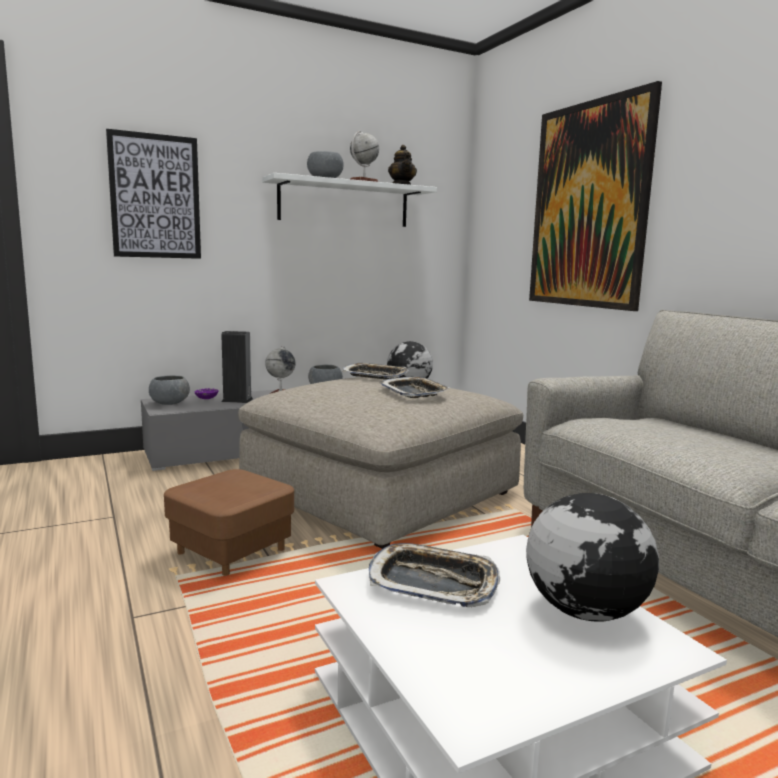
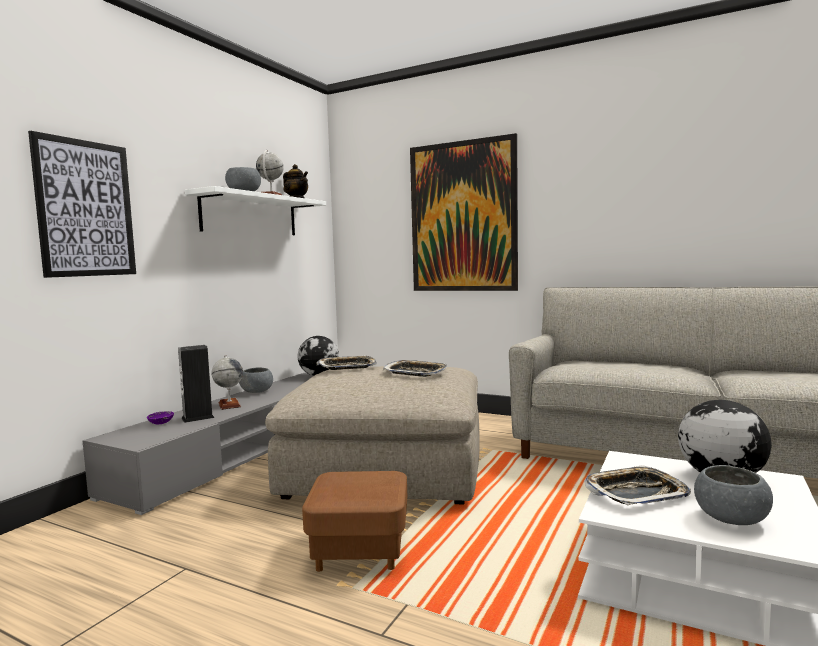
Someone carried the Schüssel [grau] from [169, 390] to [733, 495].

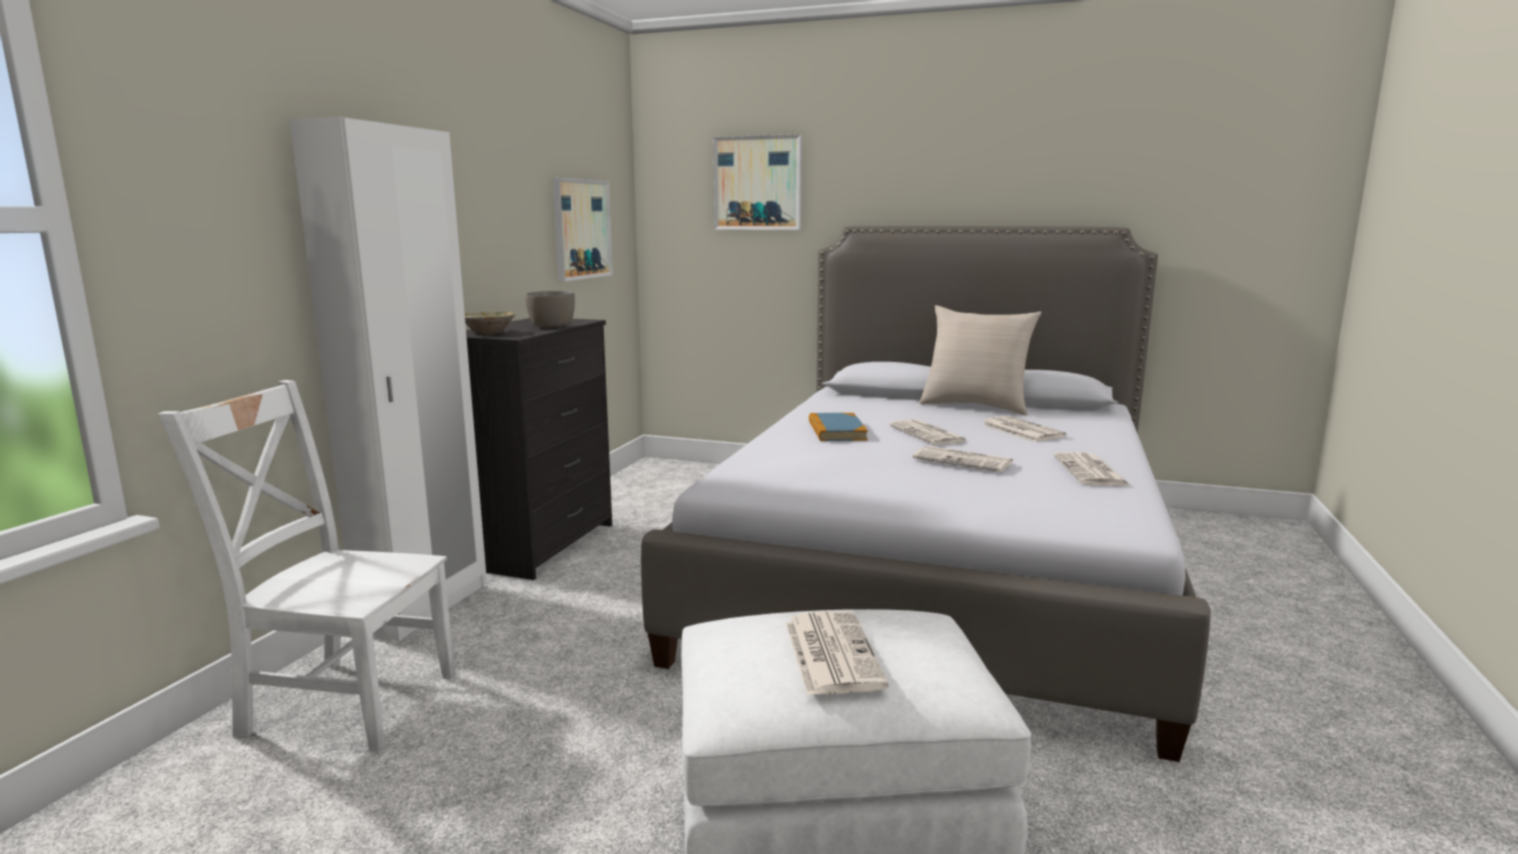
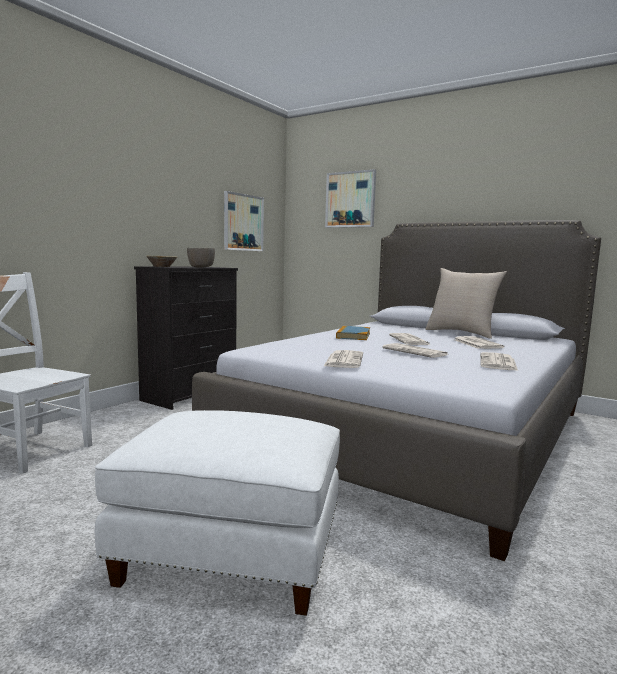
Someone carried the Zeitung from [837, 653] to [343, 359].
Someone took away the Kleiderschrank [weiß] at [388, 379].

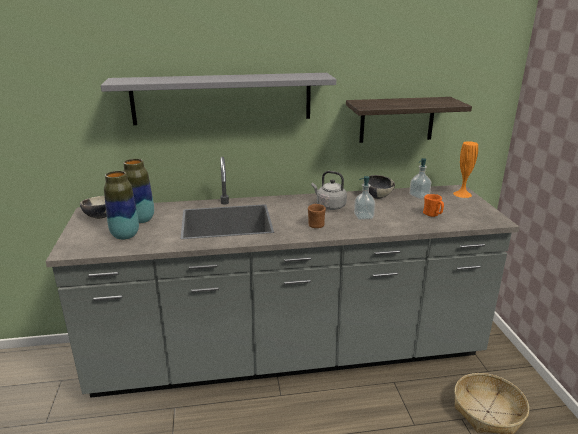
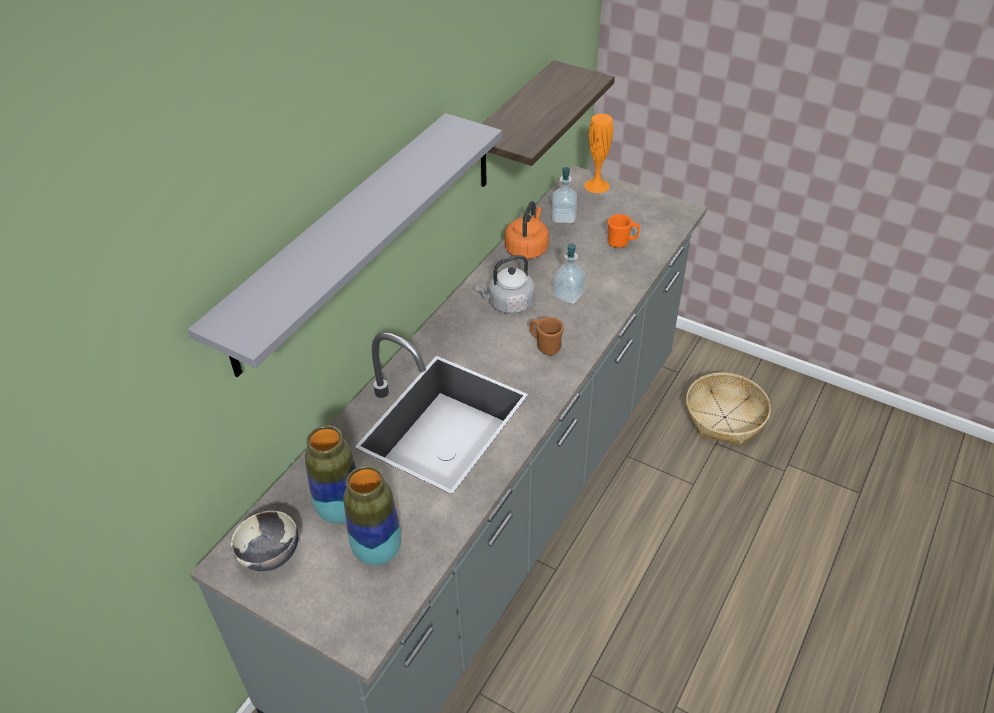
Someone swapped the Schüssel at [379, 187] for the Wasserkessel [orange] at [527, 230].

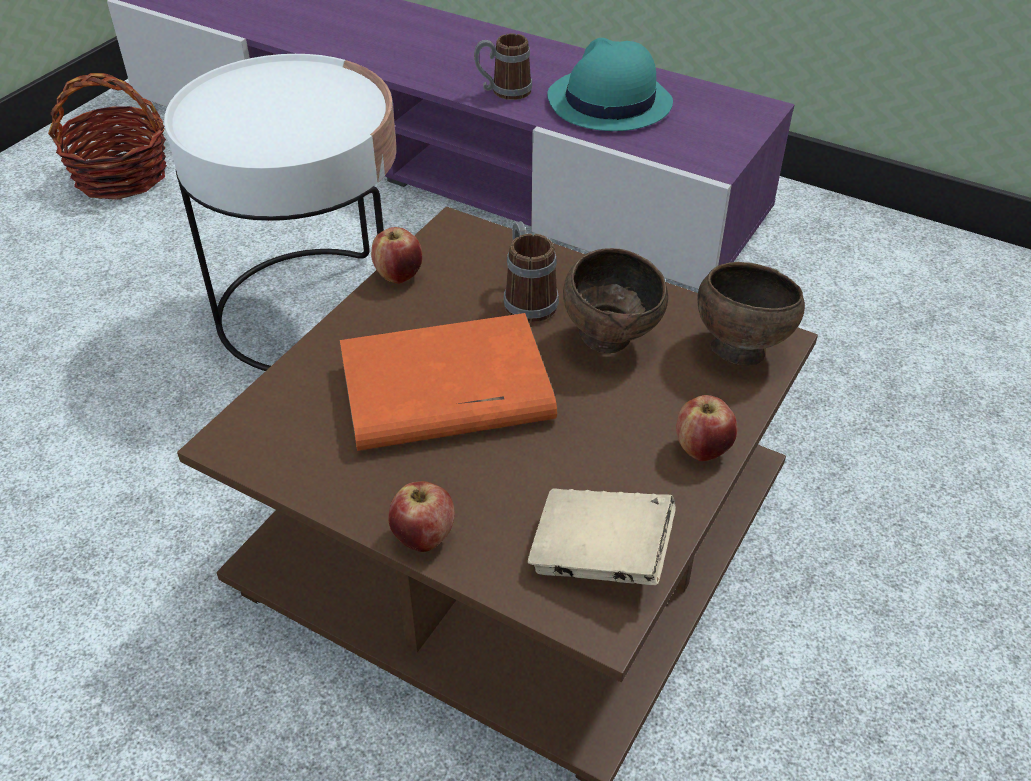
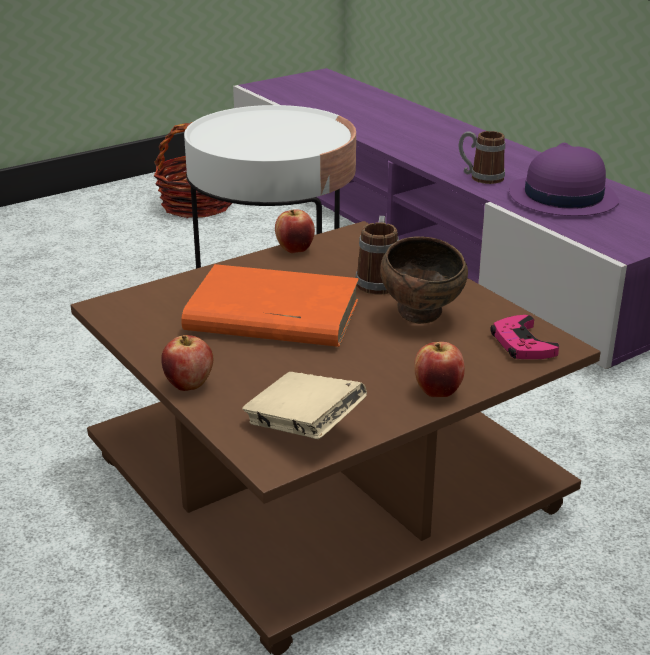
Someone swapped the Schüssel [braun] at [751, 314] for the Gamepad [rosa] at [524, 337].
Someone repainted the Hut [türkis] at [610, 84], which became the Hut [lila] at [564, 179].

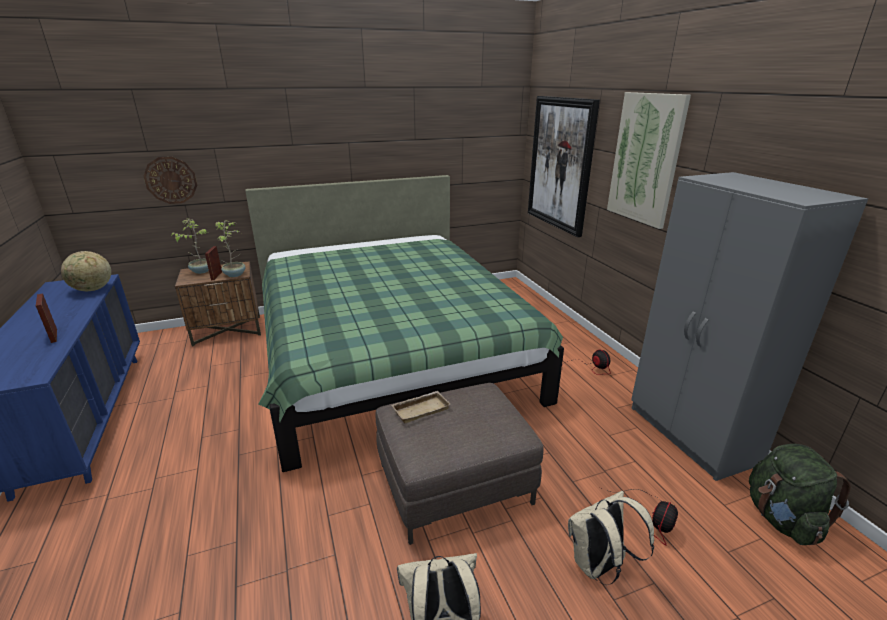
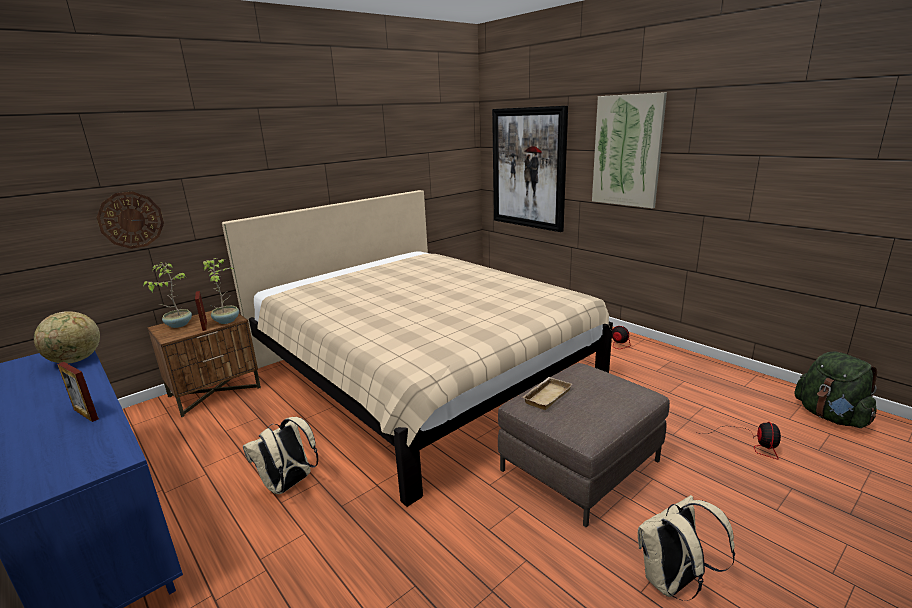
Someone repainted the Bett [grün] at [404, 323], which became the Bett [beige] at [417, 348].
Someone carried the Rucksack [beige] from [611, 538] to [280, 455].
Someone took away the Kleiderschrank [grau] at [749, 326].

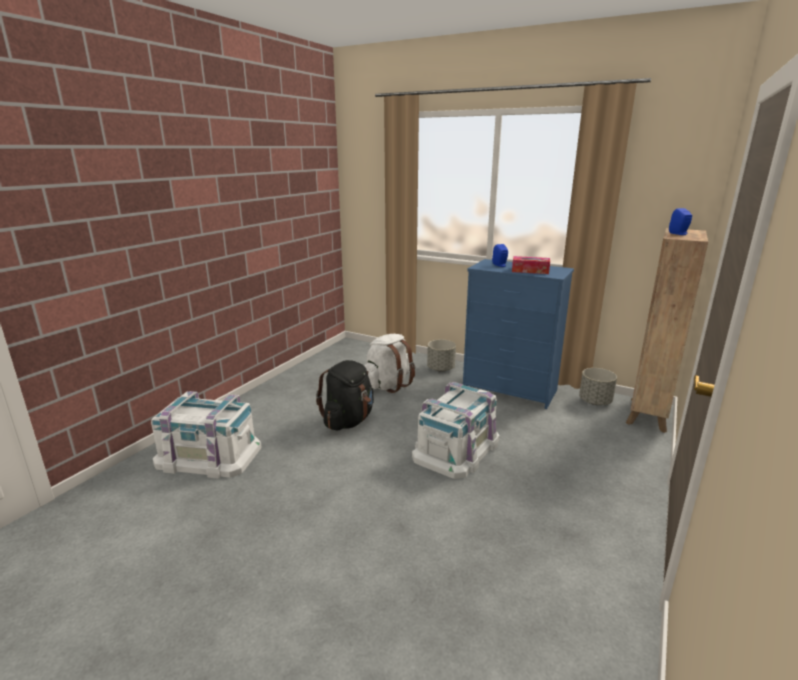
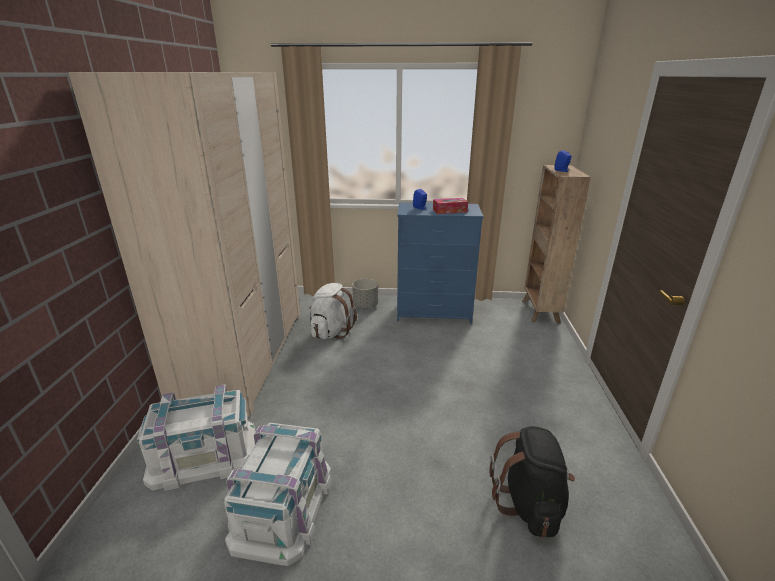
Someone put down the Kleiderschrank [beige] at [184, 244].
Someone carried the Aufbewahrungsbox [weiß] from [456, 430] to [277, 494].
Someone carried the Rucksack [schwarz] from [345, 395] to [532, 482].
Someone took away the Pflanzkübel [grau] at [598, 386].

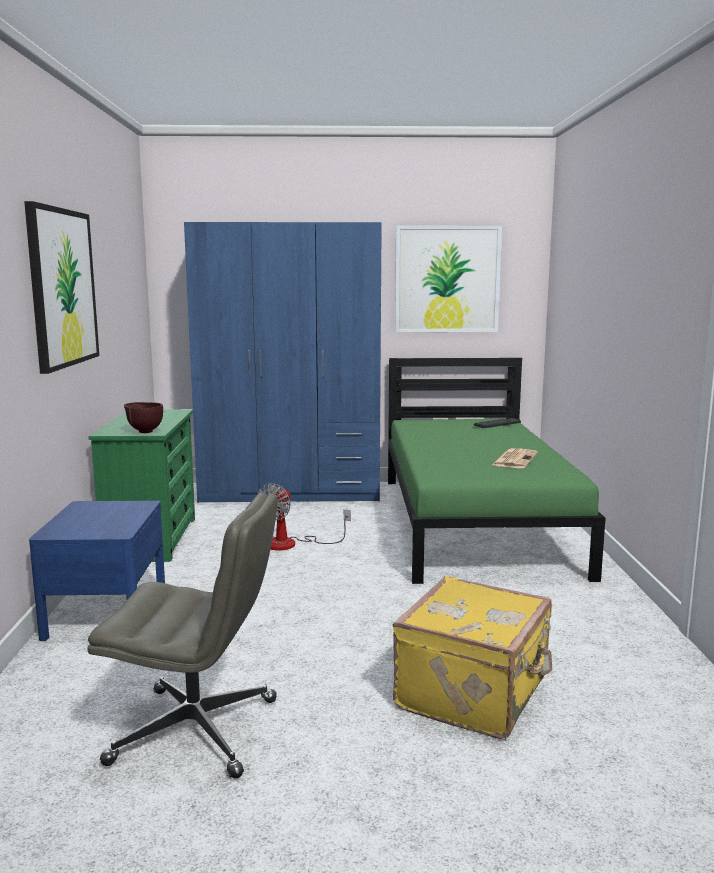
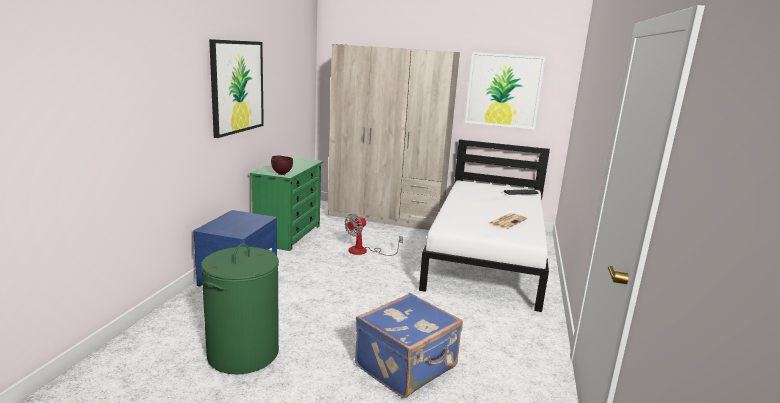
Someone swapped the Bürostuhl [grau] at [182, 635] for the Wäschekorb [grün] at [240, 309].
Someone repainted the Kleiderschrank [blau] at [283, 362], which became the Kleiderschrank [beige] at [394, 137].
Someone repainted the Koffer [gelb] at [472, 657], which became the Koffer [blau] at [409, 345].
Someone repainted the Bett [grün] at [497, 471], which became the Bett [weiß] at [484, 225].

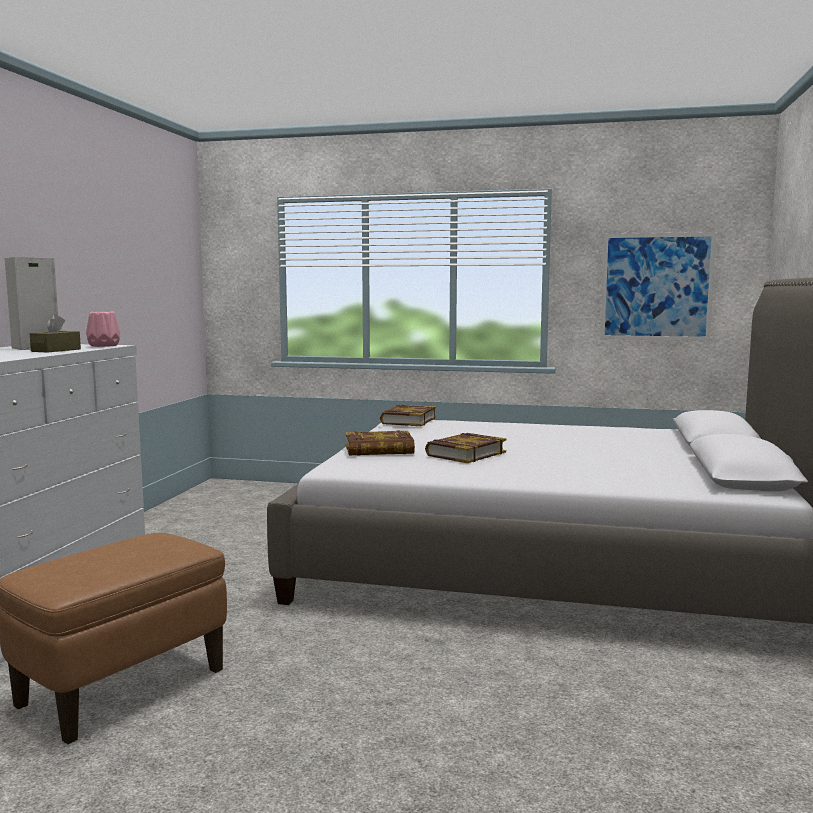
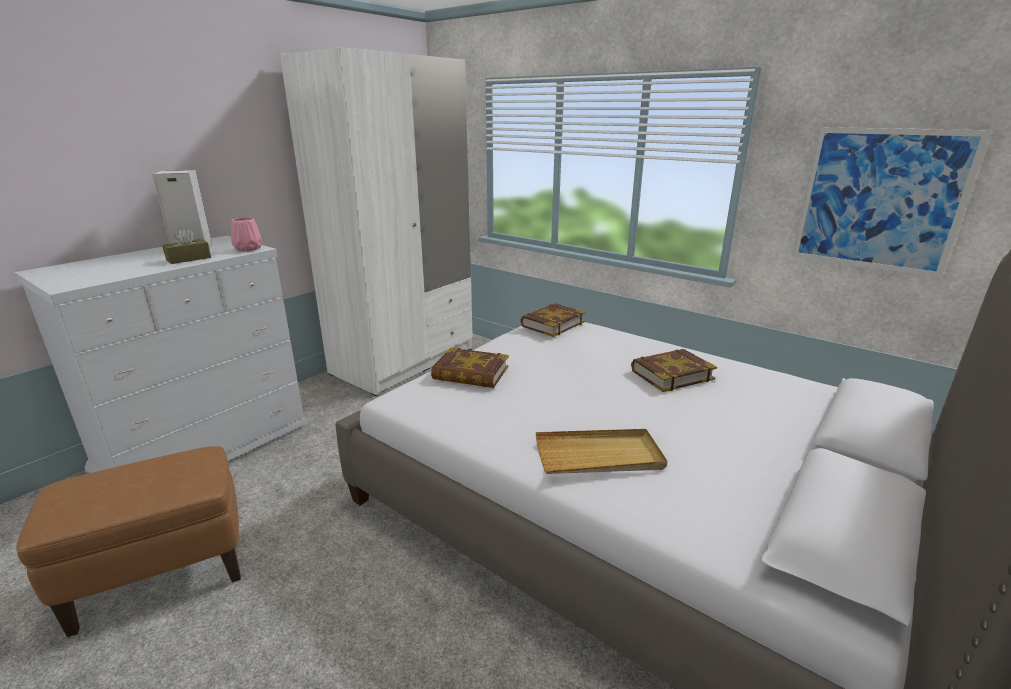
Someone put down the Kleiderschrank [weiß] at [376, 221].
Someone put down the Tablett [beige] at [601, 451].
Someone carried the Buch from [466, 448] to [674, 370].

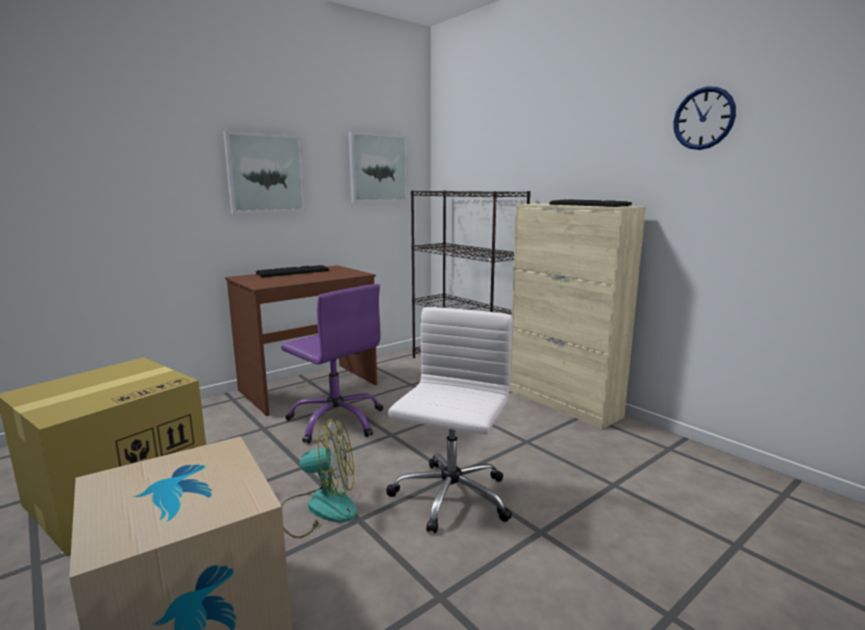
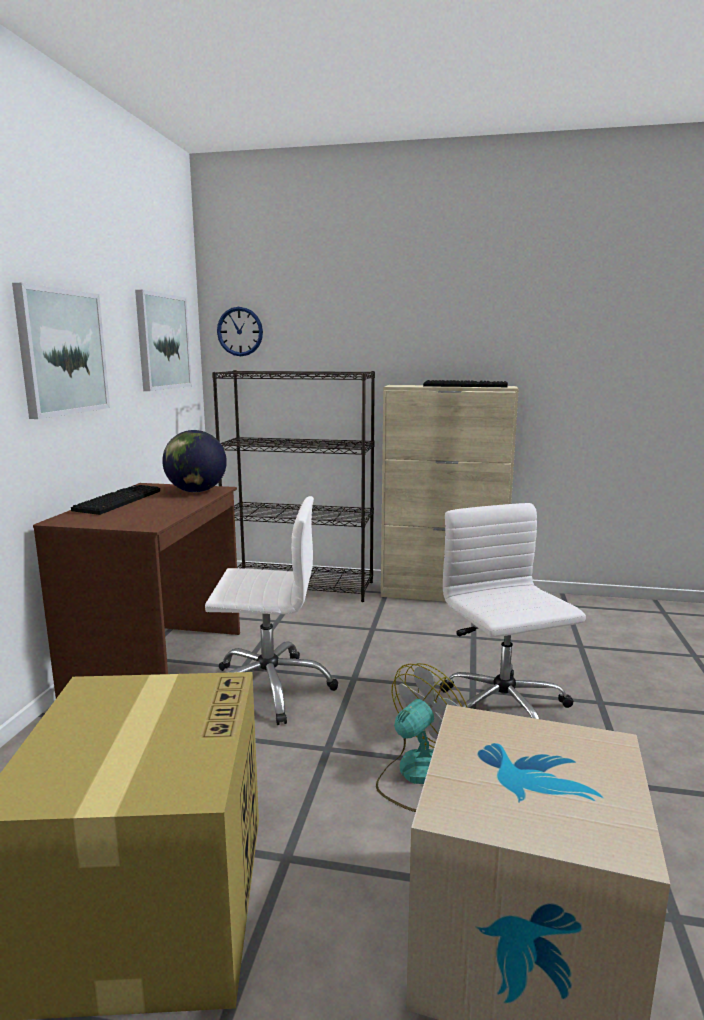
Someone put down the Globus at [194, 461].
Someone repainted the Bürostuhl [lila] at [332, 364], which became the Bürostuhl [weiß] at [271, 610].
Someone carried the Wanduhr from [704, 118] to [240, 331].

